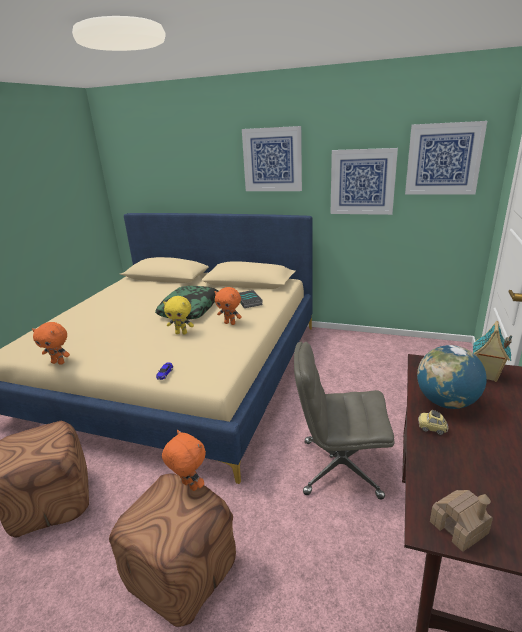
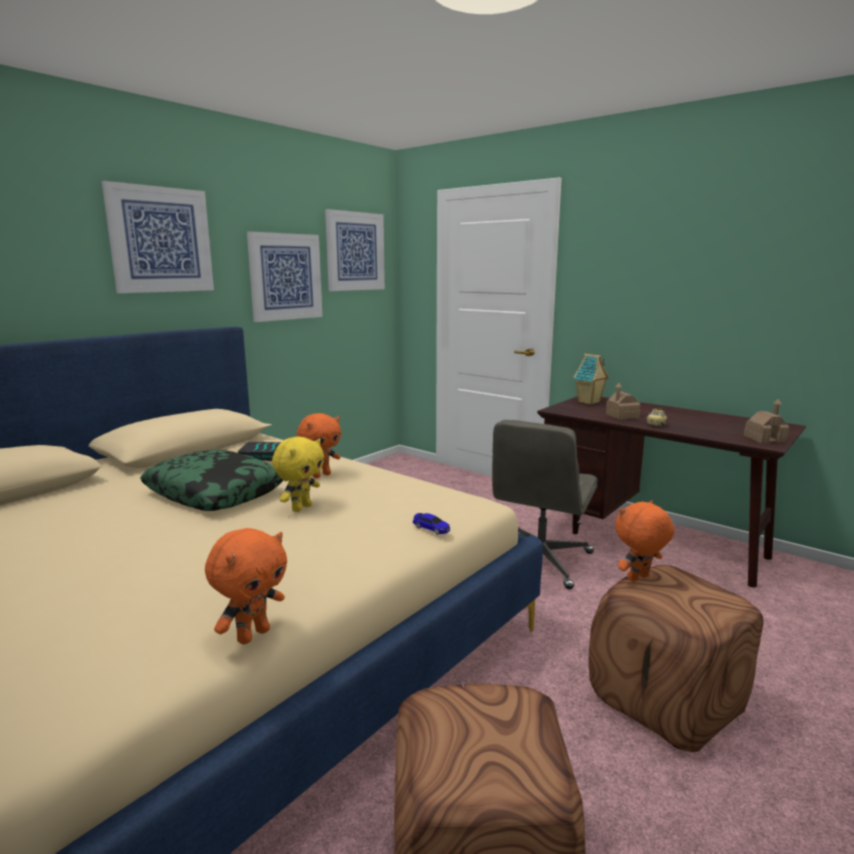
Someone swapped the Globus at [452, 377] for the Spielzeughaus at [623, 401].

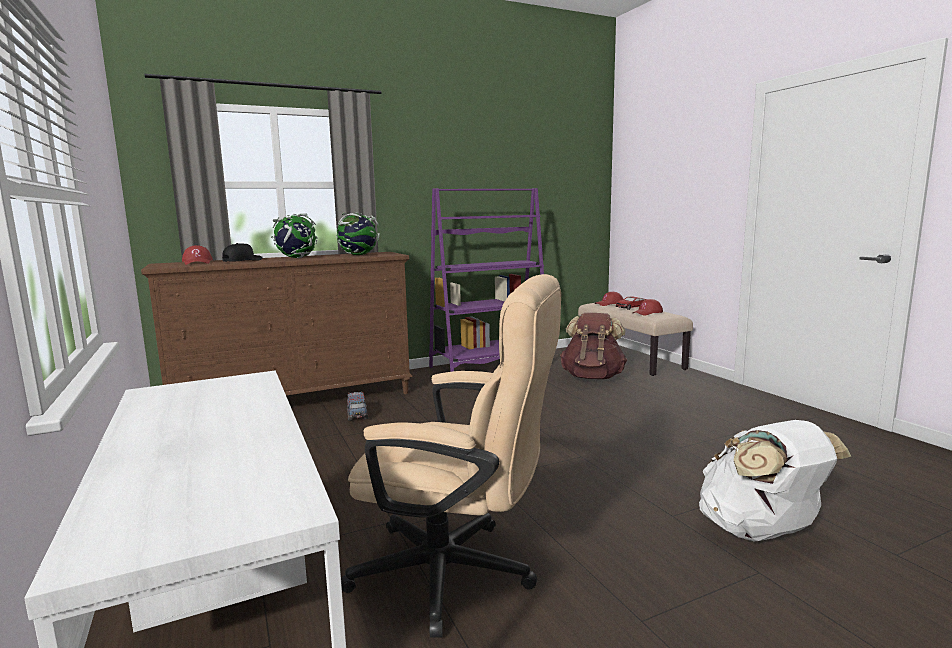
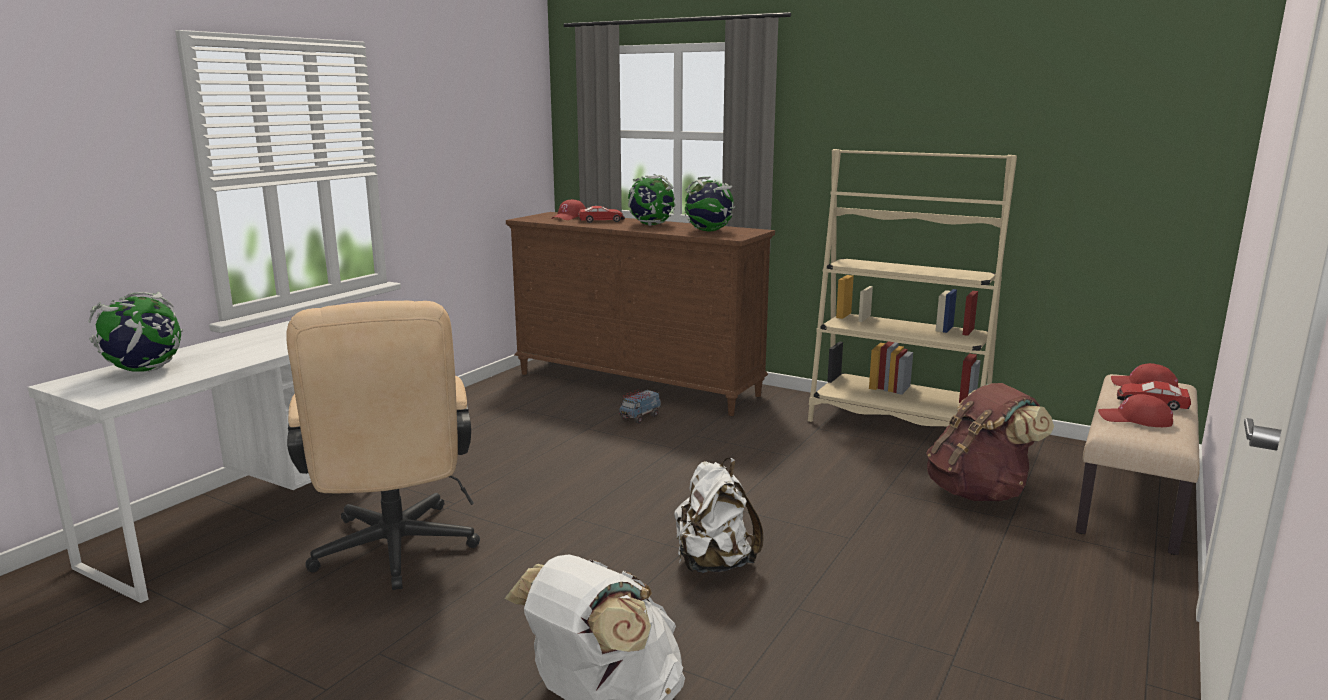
Someone put down the Globus at [135, 332].
Someone swapped the Kappe [schwarz] at [242, 252] for the Spielzeugauto at [601, 214].
Someone put down the Rucksack [weiß] at [718, 515].
Someone repainted the Bücherregal [lila] at [486, 280], which became the Bücherregal [beige] at [912, 287].

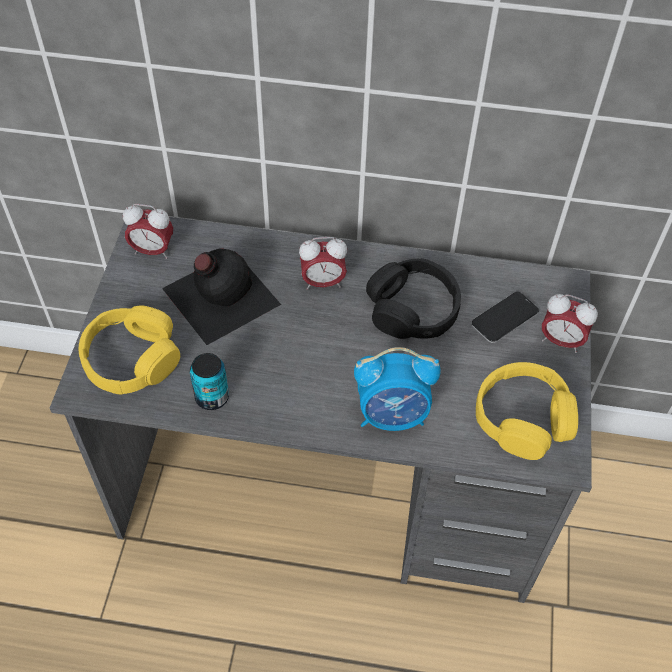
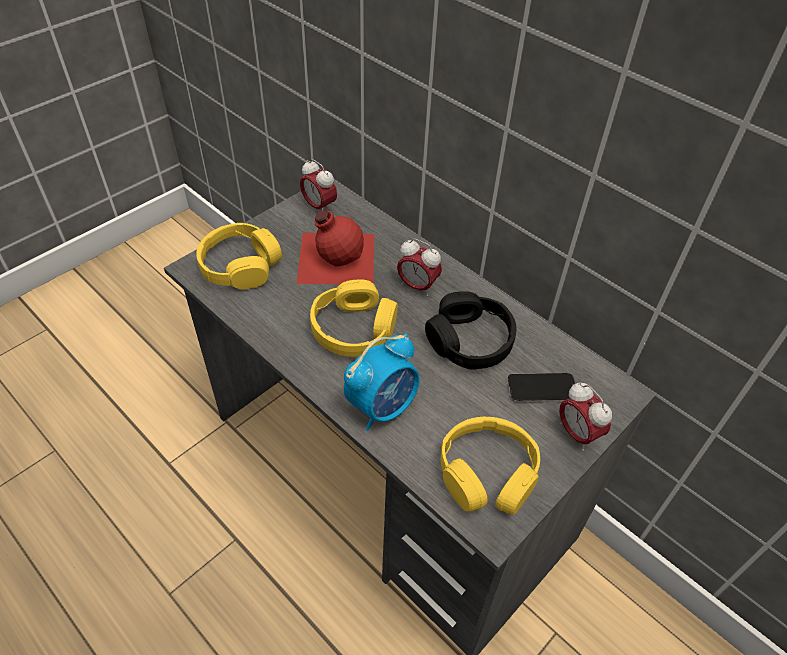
Someone repainted the Flasche [schwarz] at [221, 297], which became the Flasche [rot] at [335, 247].
Someone put down the Kopfhörer [gelb] at [354, 318].
Someone rotated the Wecker at [397, 389] by 75 degrees counterclockwise.
Someone took away the Dose at [209, 381].

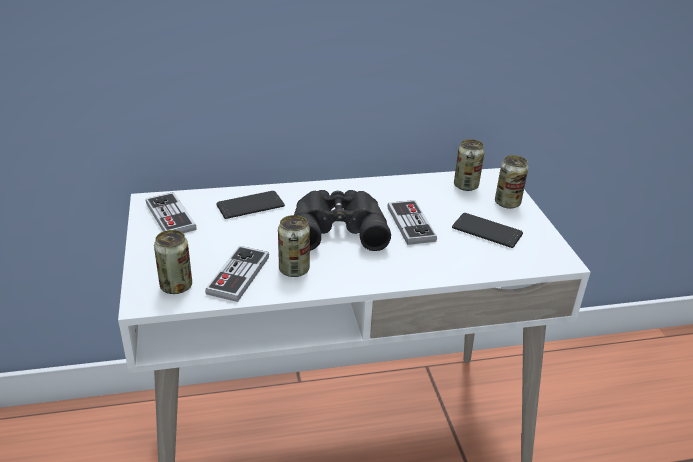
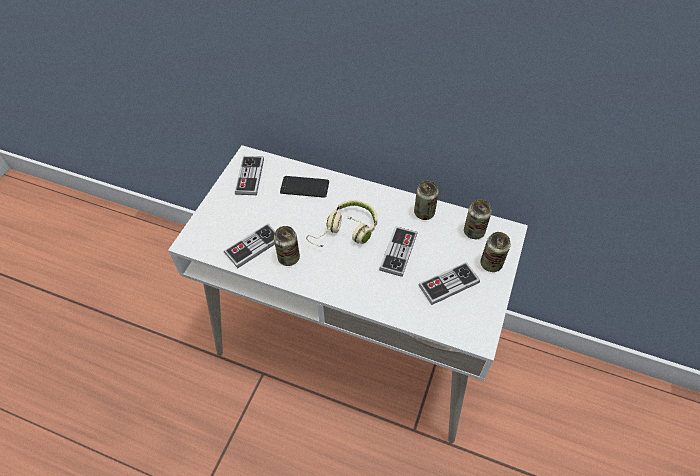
Someone swapped the Fernglas [schwarz] at [342, 220] for the Kopfhörer [beige] at [341, 223].
Someone carried the Dose from [173, 262] to [426, 200].
Someone swapped the Handy at [487, 230] for the Gamepad at [449, 283].

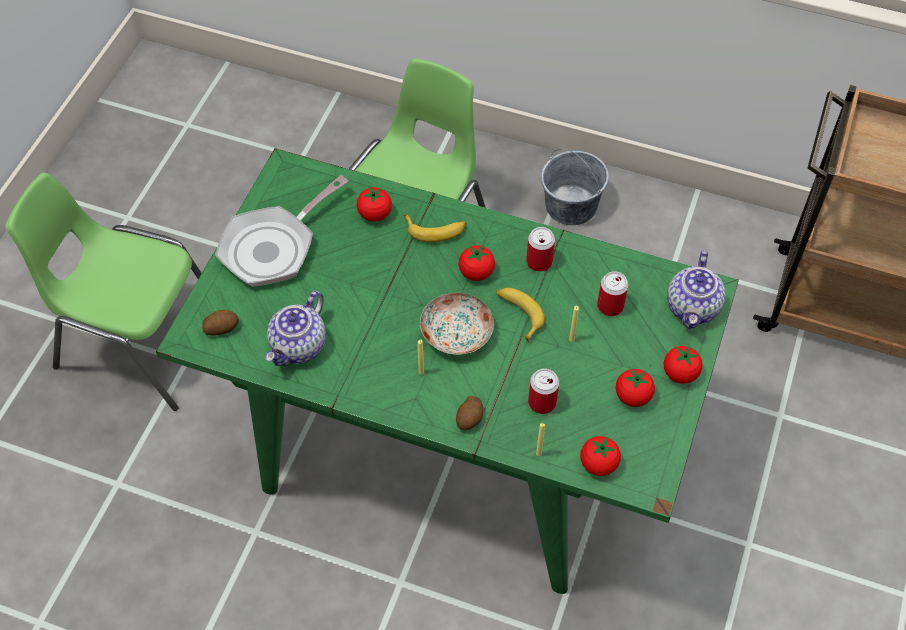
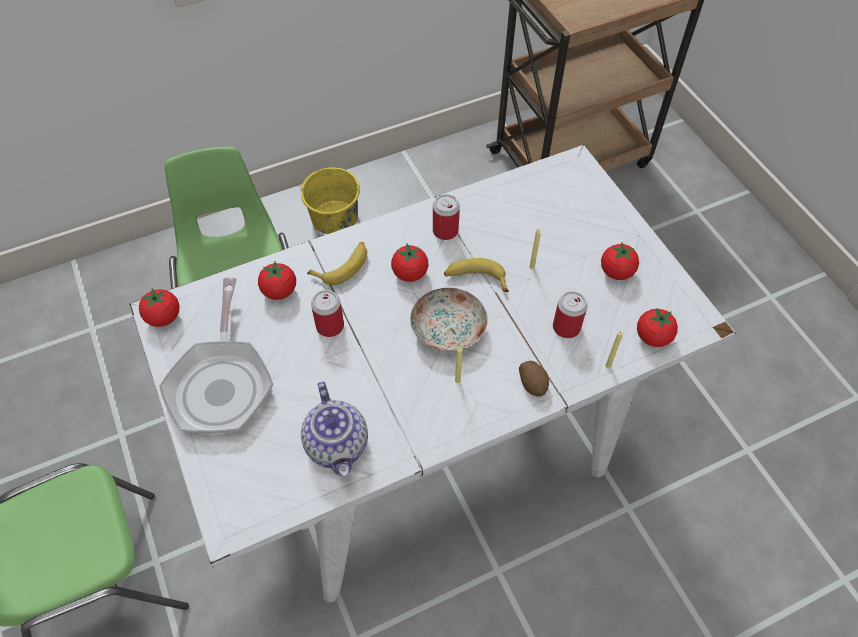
Someone repainted the Esstisch [grün] at [447, 371], which became the Esstisch [weiß] at [432, 374].
Someone carried the Tomate from [683, 365] to [159, 307].
Someone repainted the Eimer [grau] at [575, 187], which became the Eimer [gelb] at [330, 200].
Someone carried the Dose from [613, 293] to [327, 313].
Someone took away the Kartoffel at [220, 322].
Someone took away the Teekanne at [696, 290].

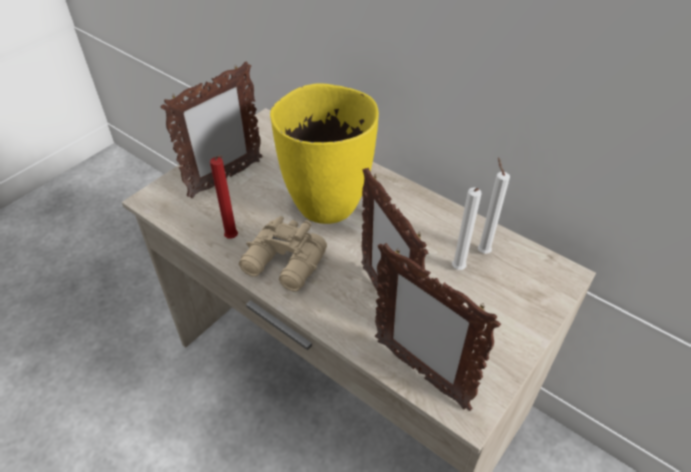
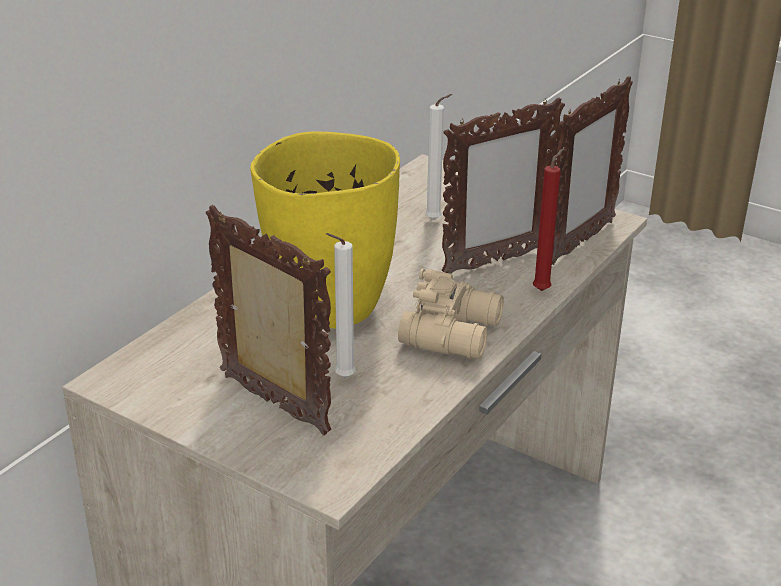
Someone carried the Kerze [weiß] from [494, 206] to [341, 305].
Someone carried the Kerze [rot] from [224, 197] to [548, 220].

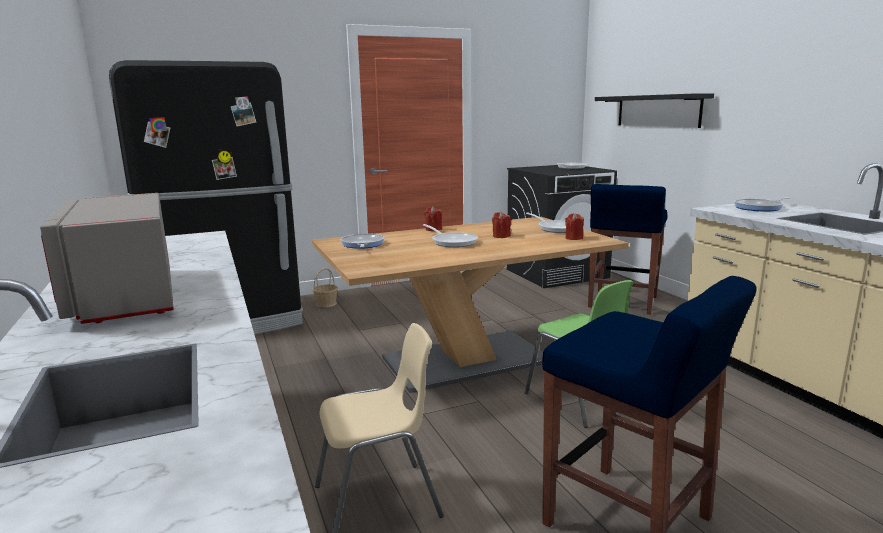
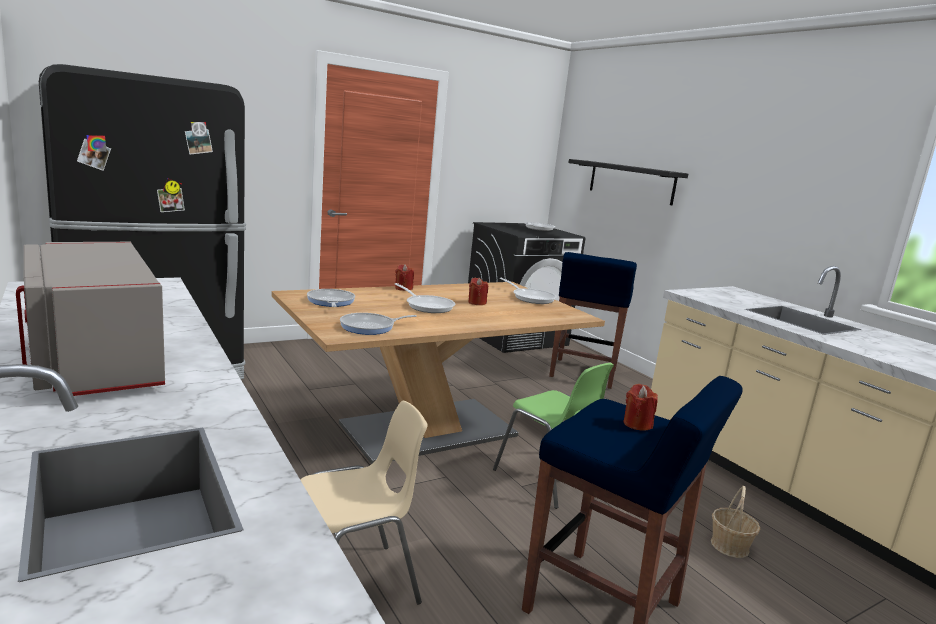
Someone carried the Pfanne from [762, 204] to [378, 324].
Someone carried the Kerze [rot] from [574, 226] to [640, 407].
Someone carried the Korb from [325, 288] to [735, 522].

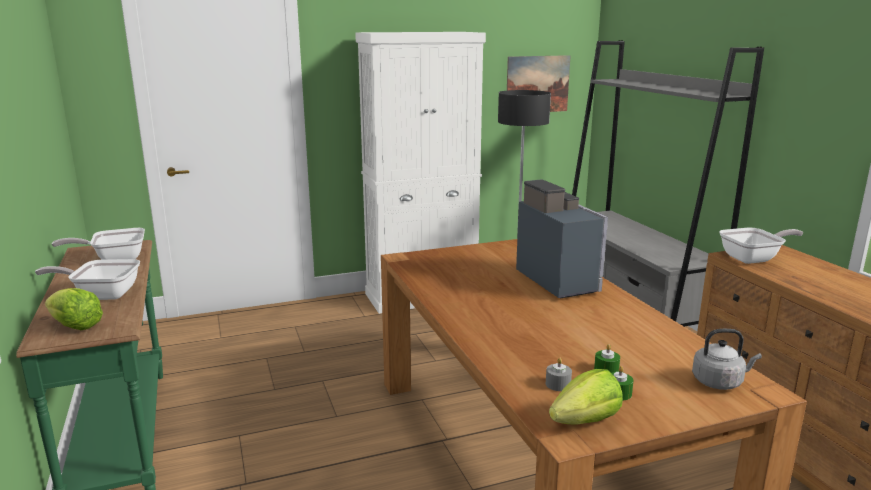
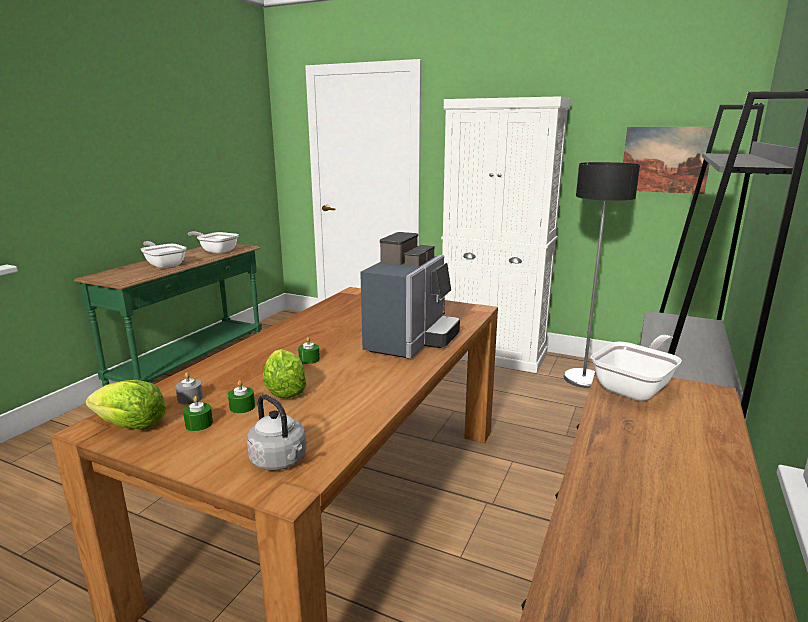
Someone carried the Salatkopf from [74, 309] to [285, 373].
Someone put down the Kerze [grün] at [309, 350].
Someone rotated the Pfanne at [761, 246] by 75 degrees counterclockwise.

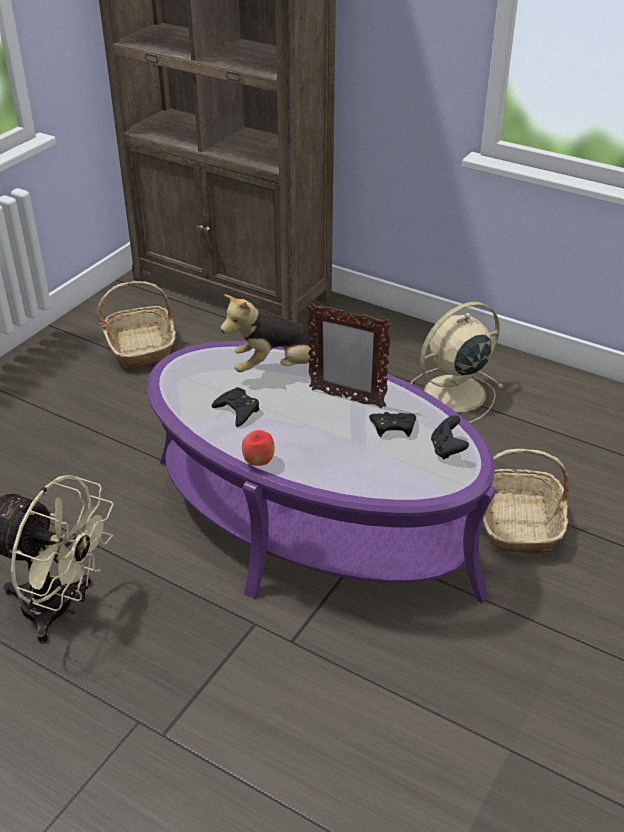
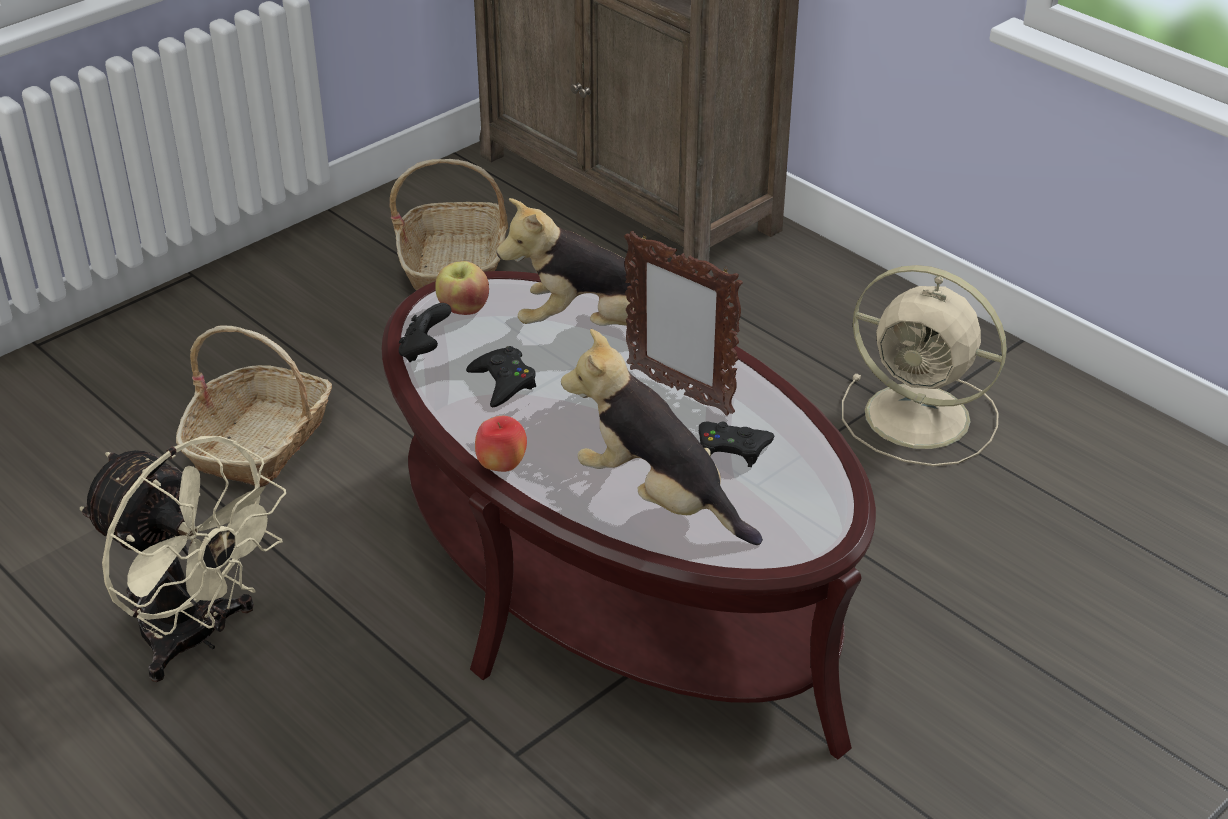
Someone carried the Korb from [526, 501] to [254, 406].
Someone repainted the Couchtisch [lila] at [321, 472], which became the Couchtisch [braun] at [628, 515].
Someone carried the Gamepad [schwarz] from [450, 437] to [425, 332].
Someone put down the Apfel at [462, 288].
Someone put down the Plüschtier at [662, 437].
Someone rotated the Ventilator [beige] at [457, 362] by 135 degrees counterclockwise.

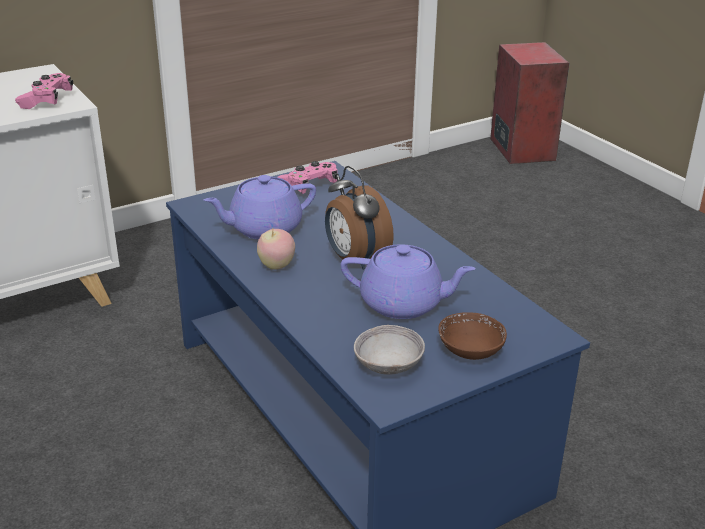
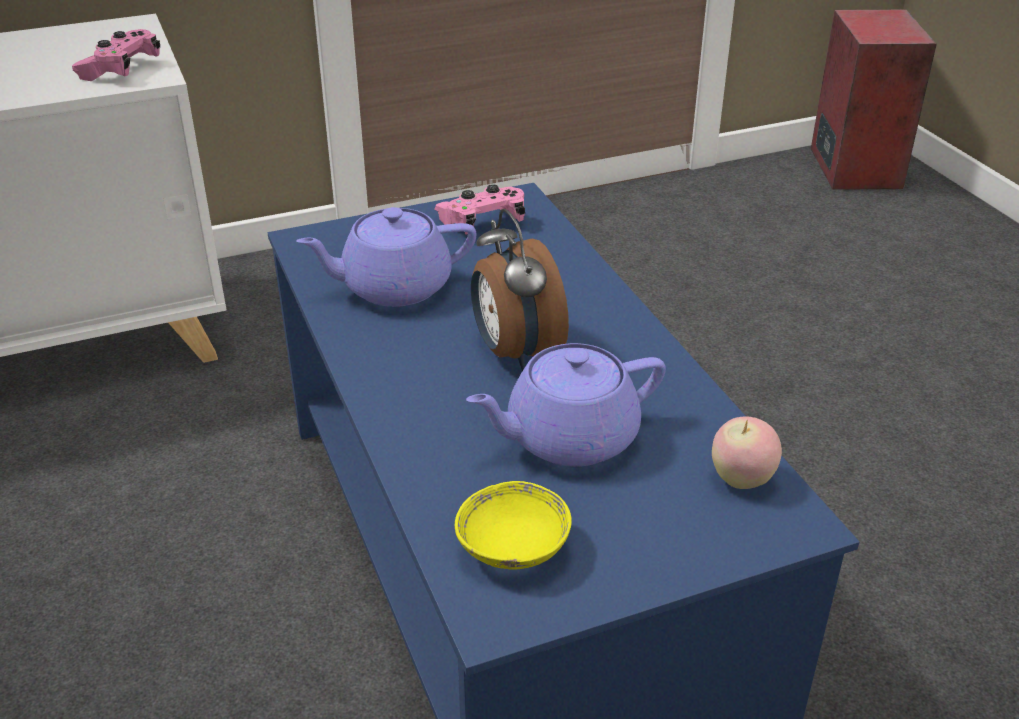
Someone repainted the Schüssel [grau] at [389, 350], which became the Schüssel [gelb] at [513, 525].
Someone rotated the Teekanne [lila] at [408, 281] by 135 degrees clockwise.
Someone carried the Apfel from [276, 249] to [747, 452].
Someone took away the Schüssel [braun] at [472, 336].

